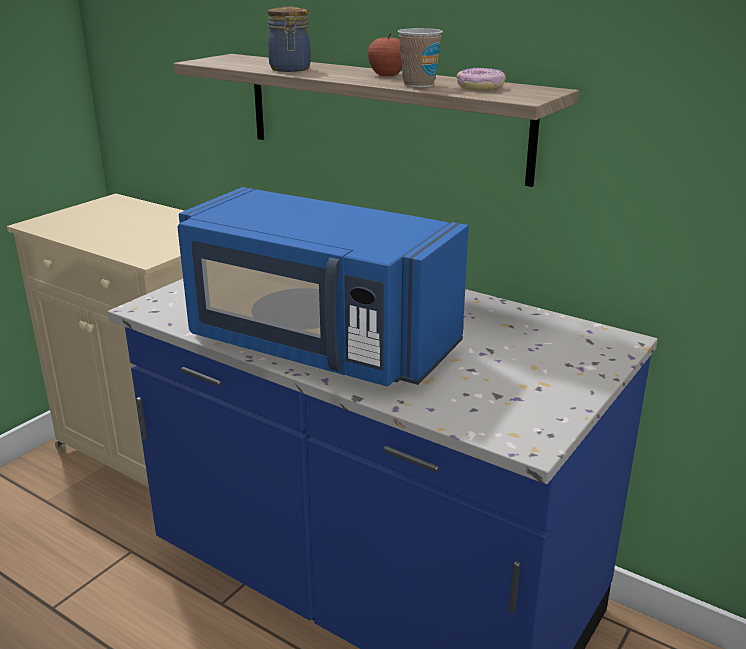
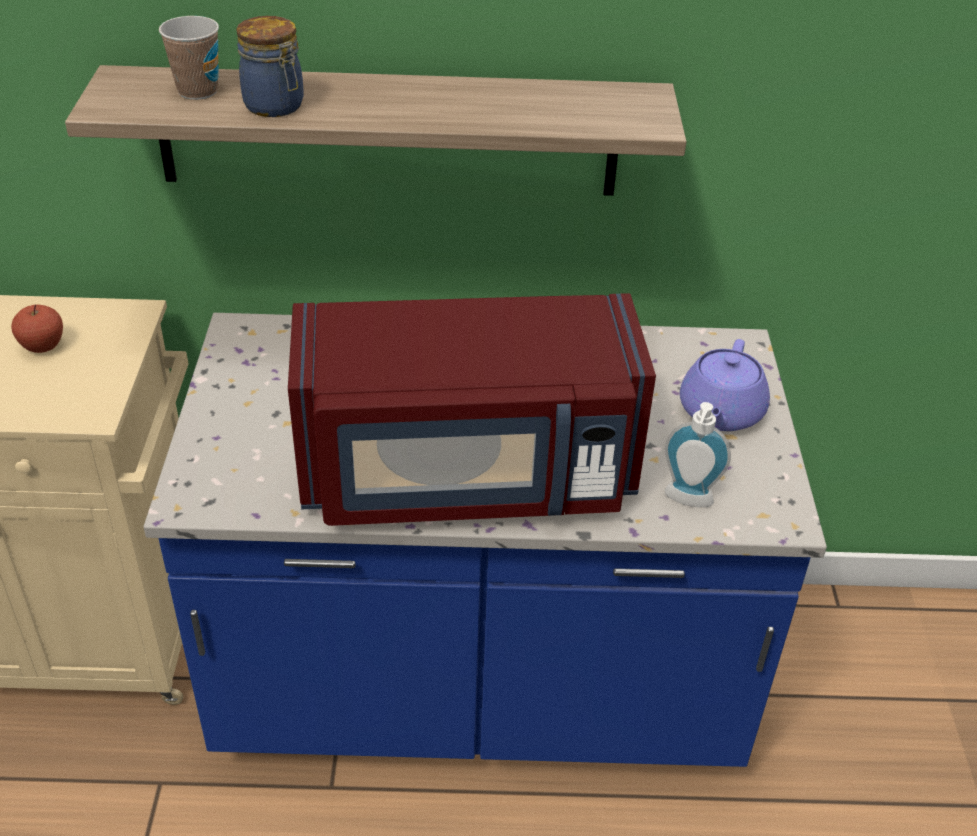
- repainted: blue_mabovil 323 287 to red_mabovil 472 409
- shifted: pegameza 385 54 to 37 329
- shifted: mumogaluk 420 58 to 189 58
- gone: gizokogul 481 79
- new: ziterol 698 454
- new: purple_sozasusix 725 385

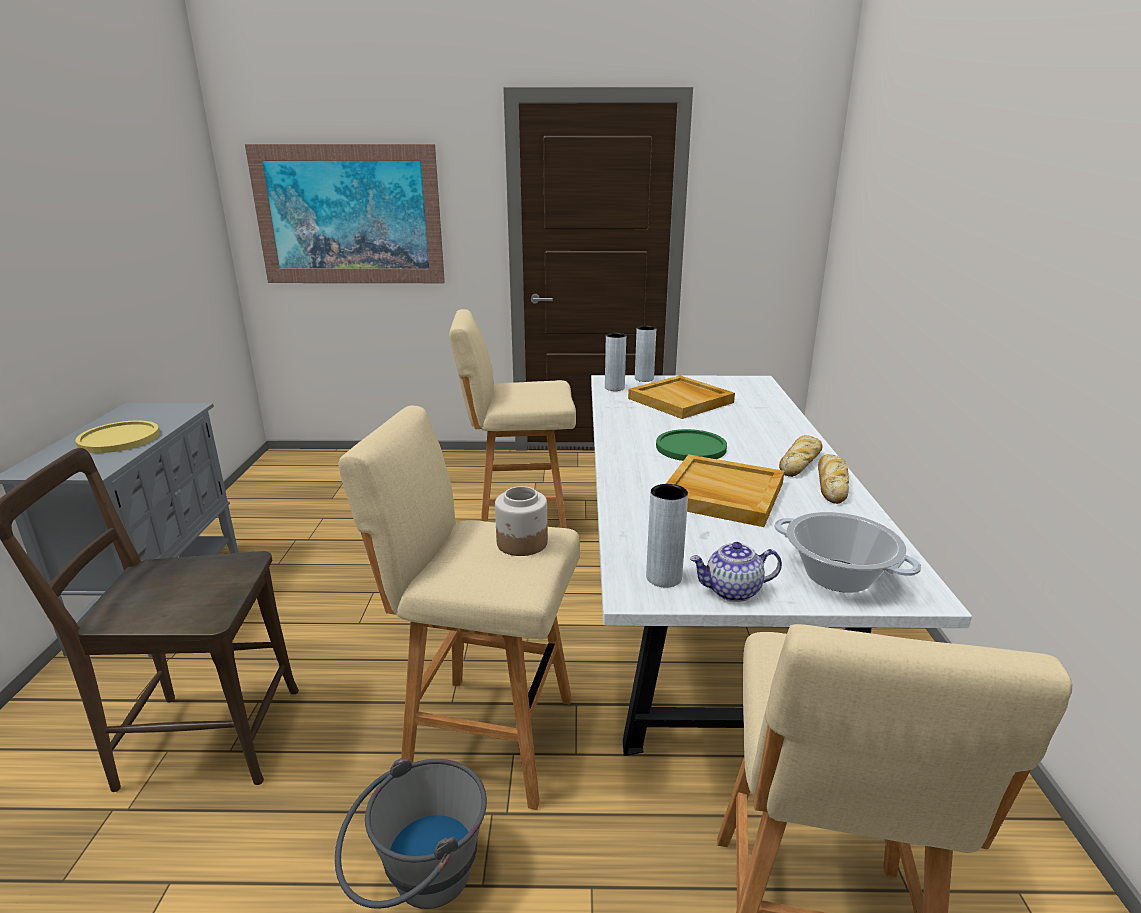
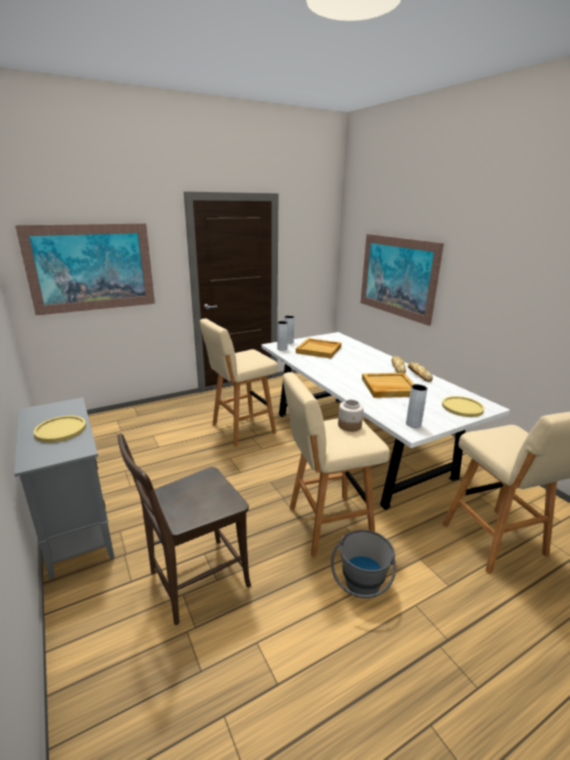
- gone: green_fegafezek 691 445
- gone: sozasusix 736 572
- swapped: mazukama 847 552 to yellow_fegafezek 463 406
- new: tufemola 402 280

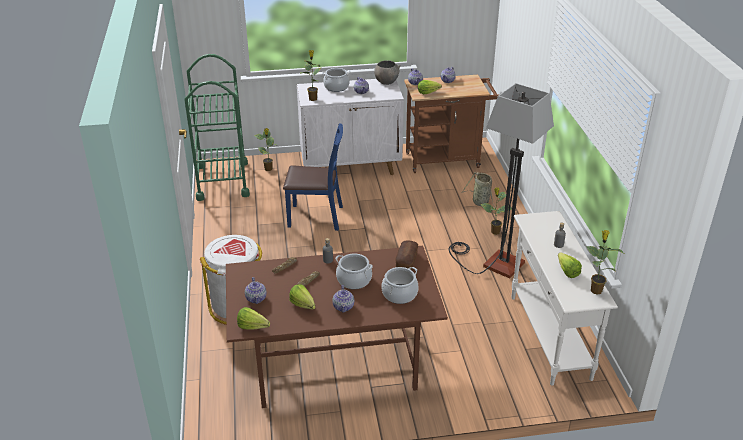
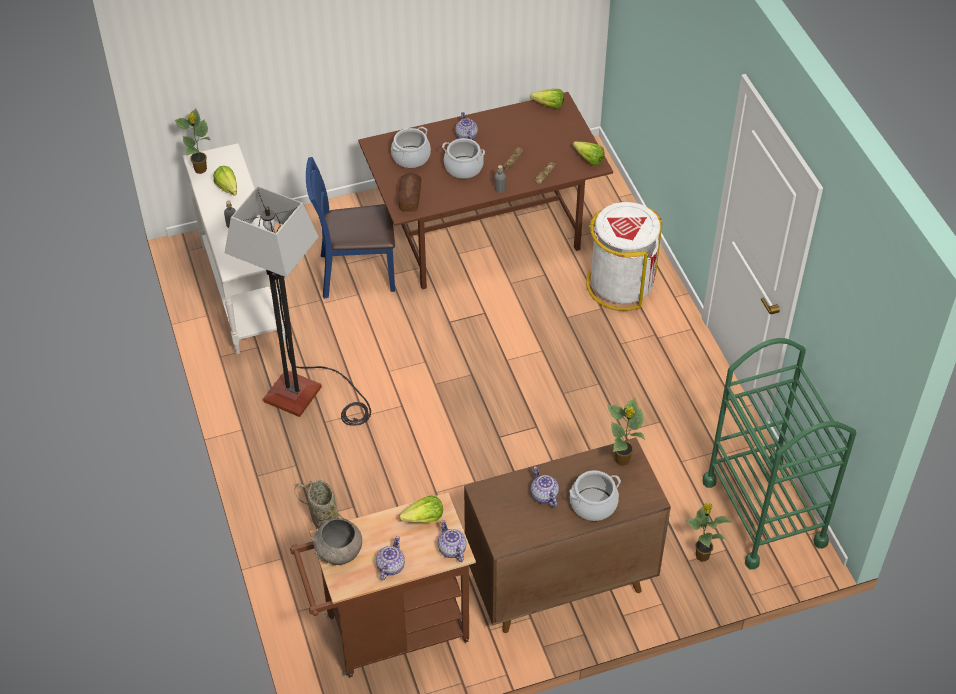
- gone: sozasusix 255 290
- shifted: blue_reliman 313 177 to 350 228
- shifted: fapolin 302 297 to 589 153
- repainted: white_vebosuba 350 127 to brown_vebosuba 567 535
- shifted: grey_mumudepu 387 73 to 336 541
- gone: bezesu 496 211

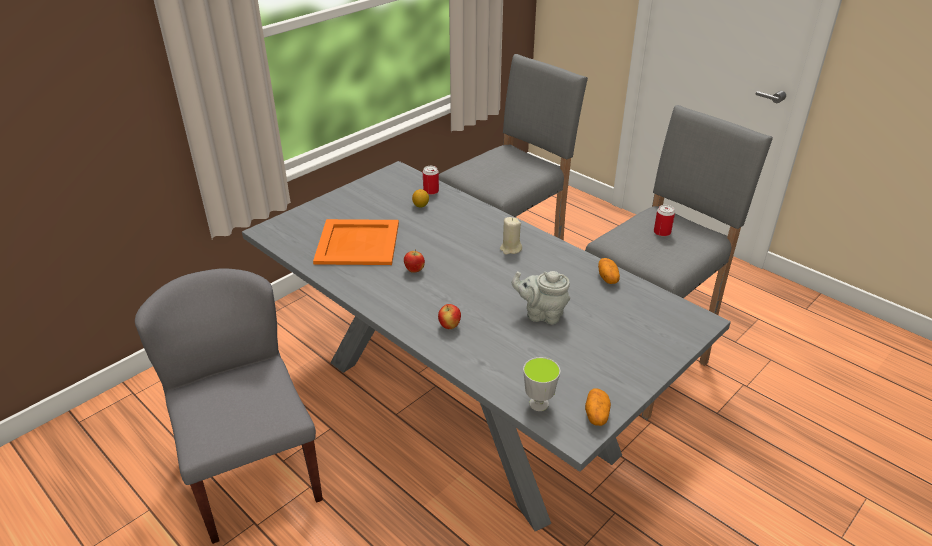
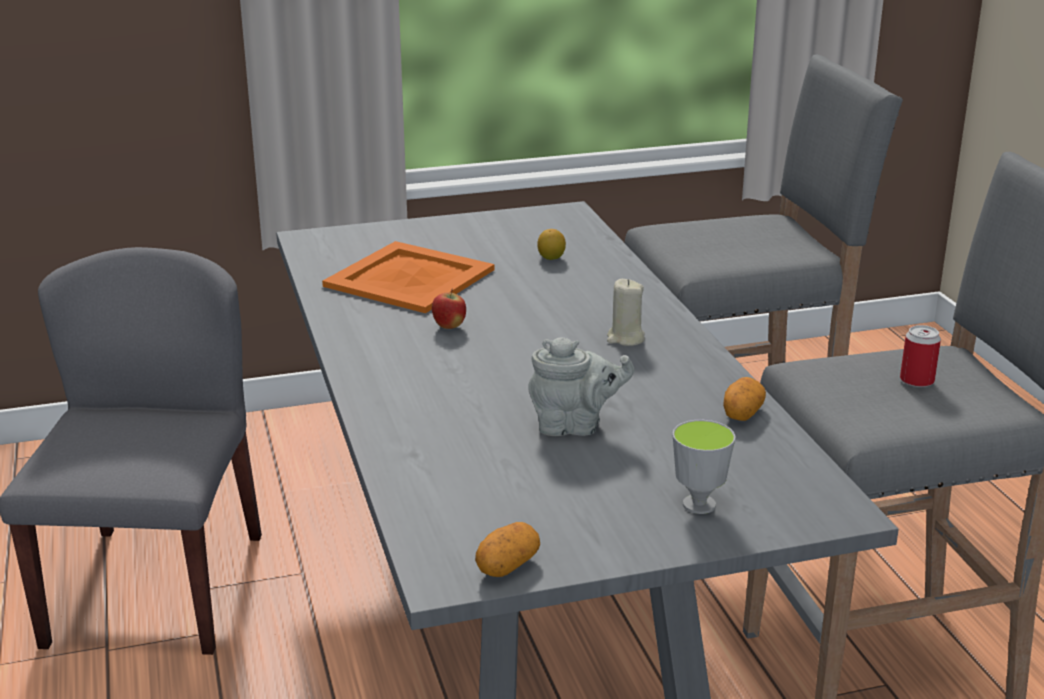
- gone: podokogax 431 180
- gone: pegameza 449 316
- rotated: grey_sozasusix 541 297 = 581 387 135 degrees clockwise
- shifted: mumogaluk 541 384 to 704 467

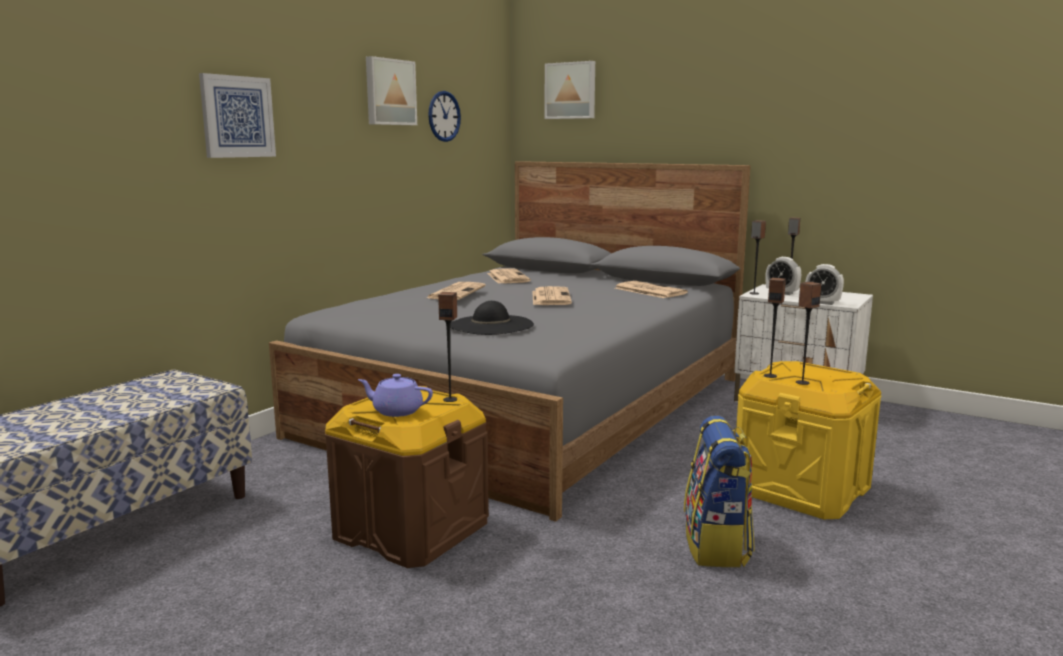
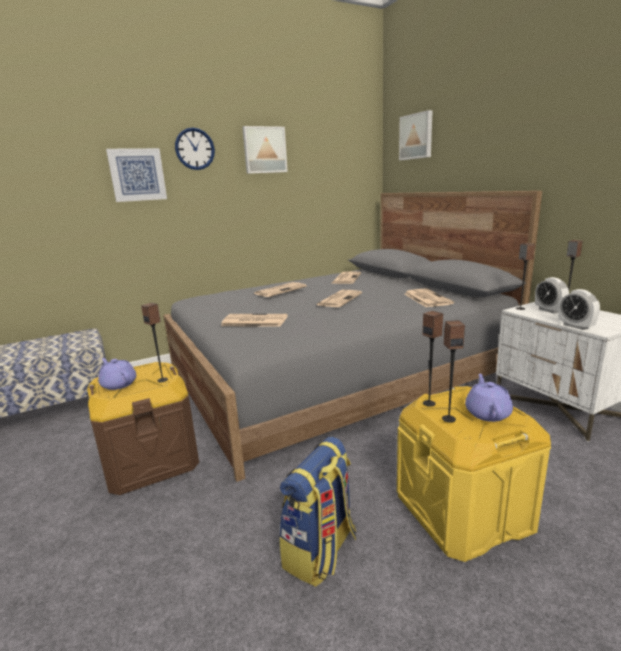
- shifted: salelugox 444 116 to 195 148
- swapped: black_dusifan 492 318 to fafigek 254 320
- new: purple_sozasusix 489 397

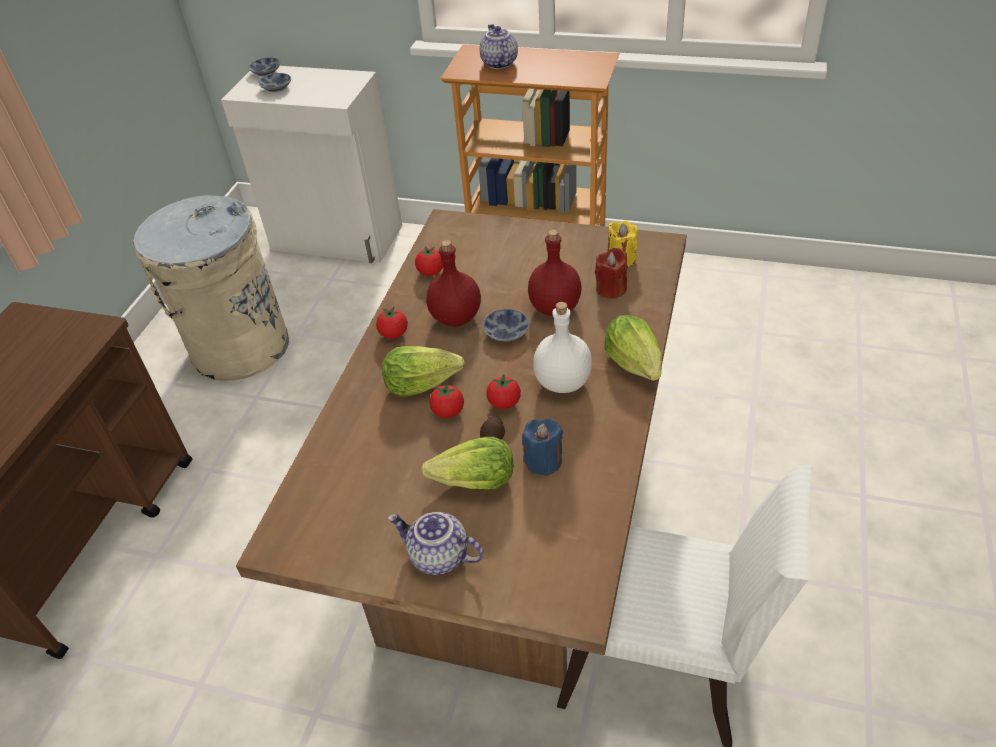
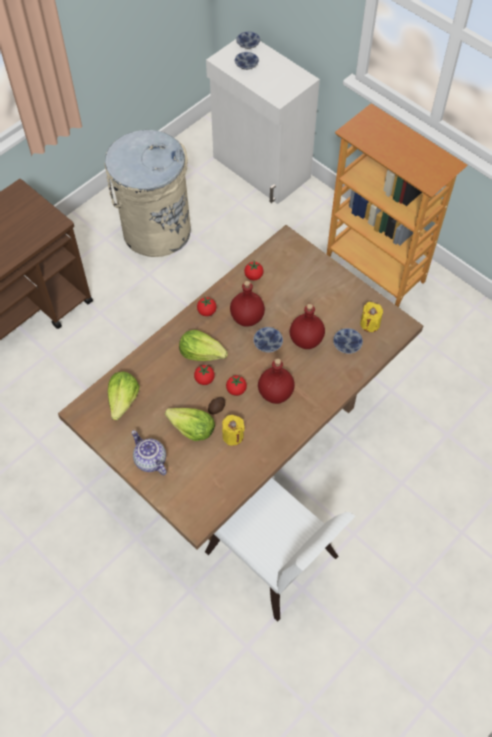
- gone: sozasusix 499 46
- repainted: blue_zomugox 542 447 to yellow_zomugox 233 430
- repainted: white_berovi 562 347 to red_berovi 276 381
- swapped: red_zomugox 611 273 to mumudepu 348 341
- shifted: fapolin 633 348 to 124 395

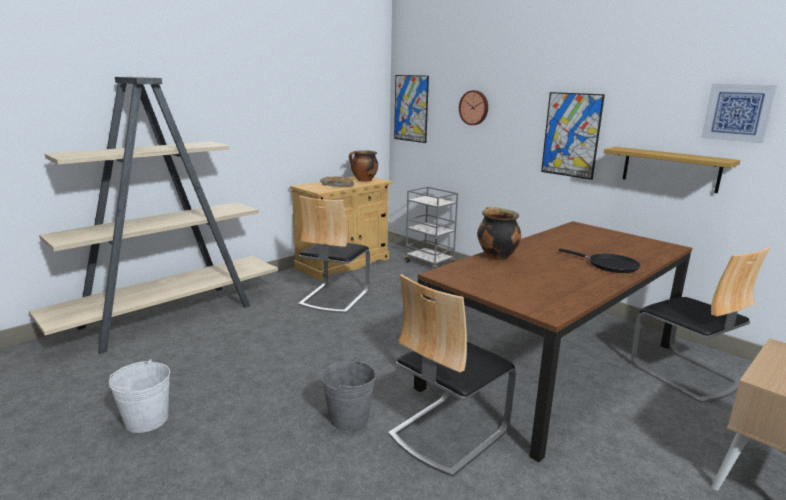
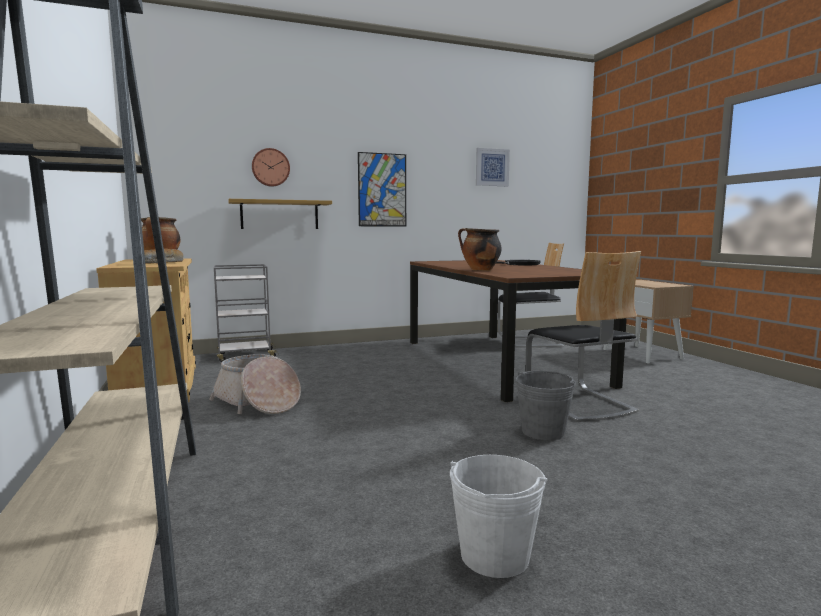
- swapped: reliman 334 254 to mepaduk 255 384
- gone: tufemola 411 109
- shifted: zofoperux 672 170 to 280 214

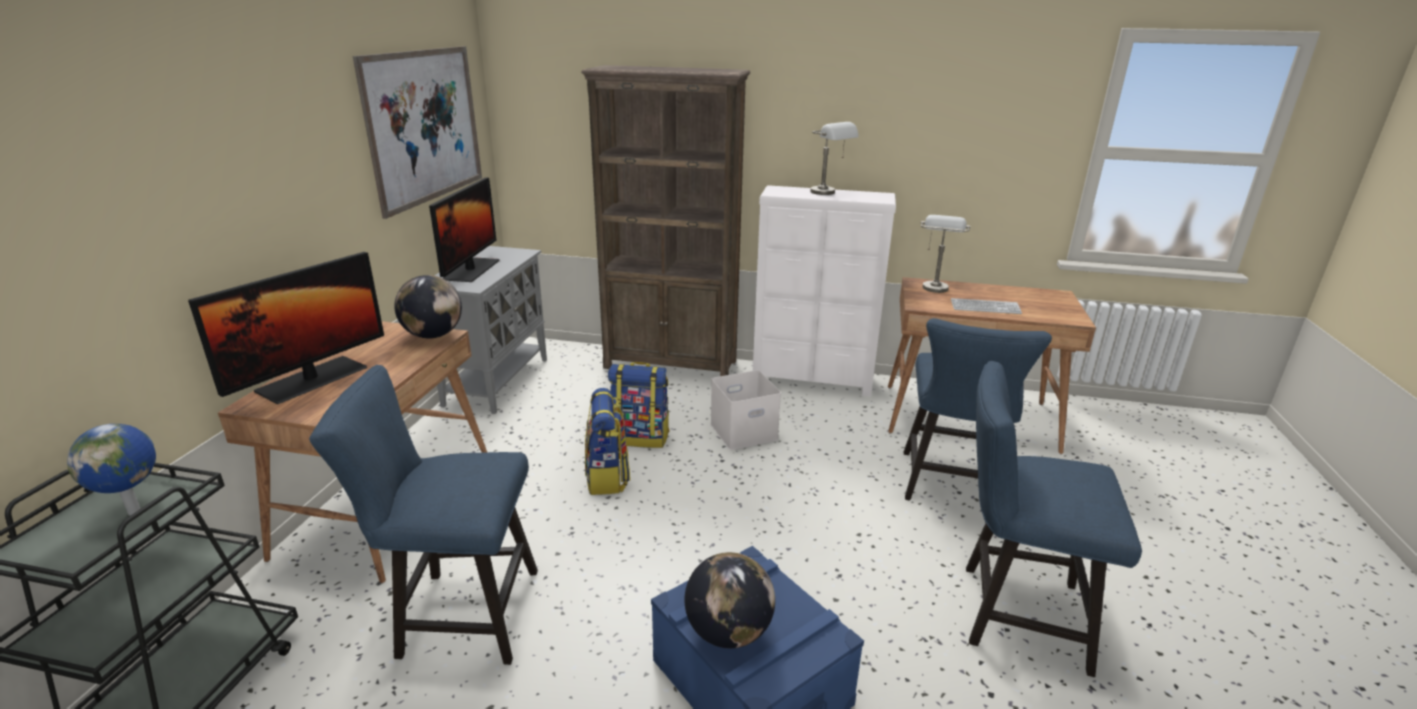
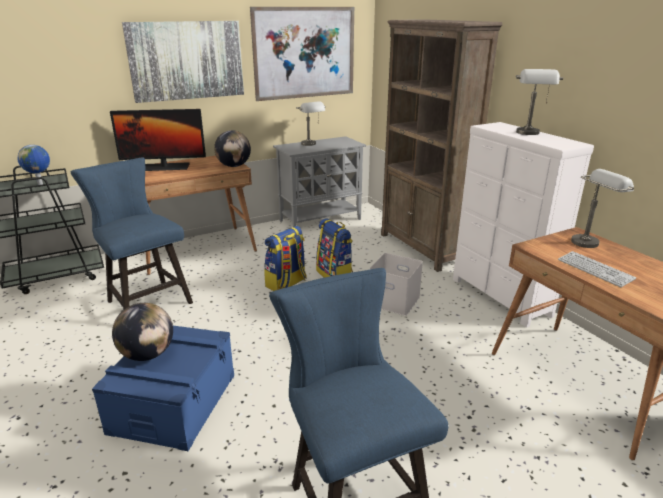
- swapped: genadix 464 230 to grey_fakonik 311 123
- gone: blue_reliman 978 409
- new: tufemola 183 62

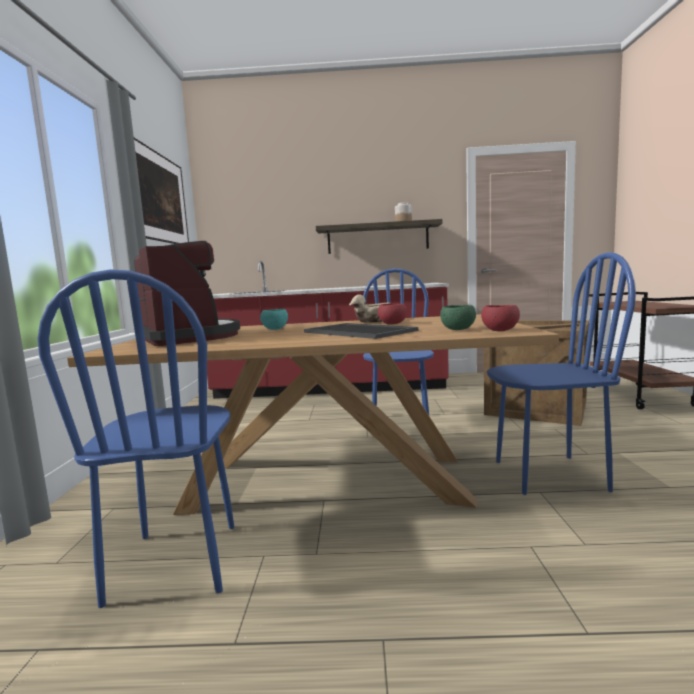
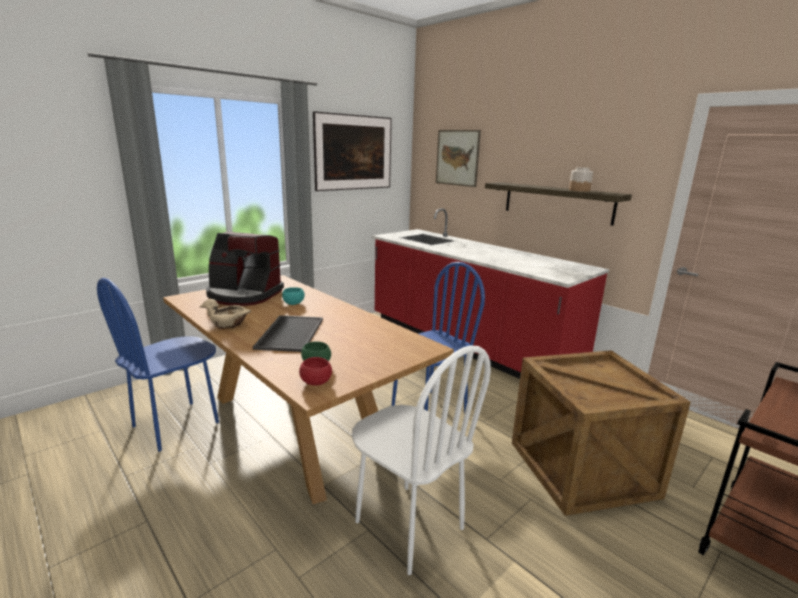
- rotated: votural 187 293 = 245 269 90 degrees clockwise
- shifted: beige_mumudepu 369 309 to 225 314
- gone: red_mumudepu 392 314
- repainted: blue_reliman 561 373 to white_reliman 421 460
- new: tufemola 458 158

